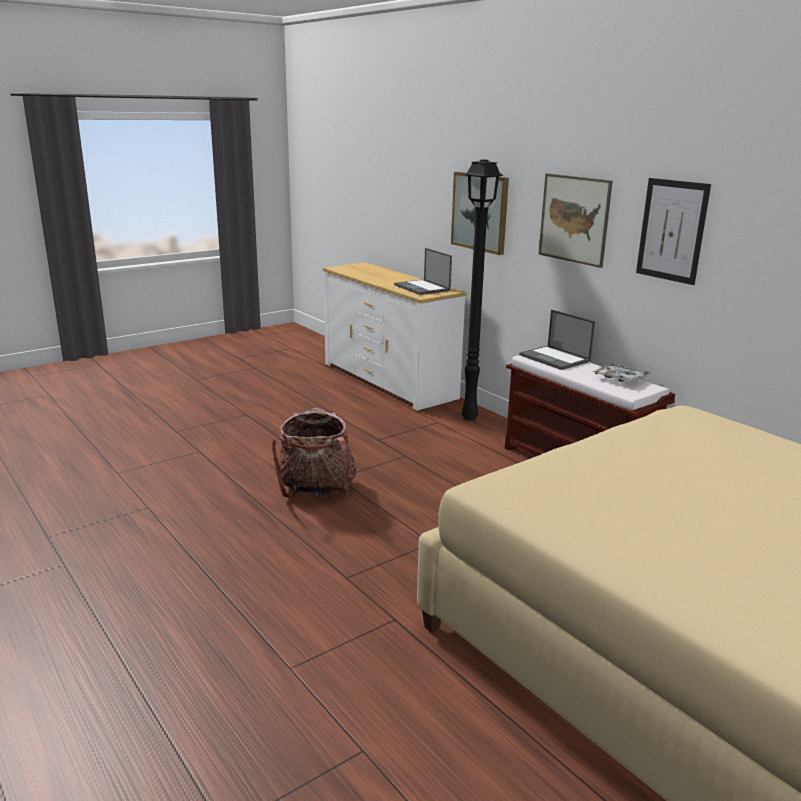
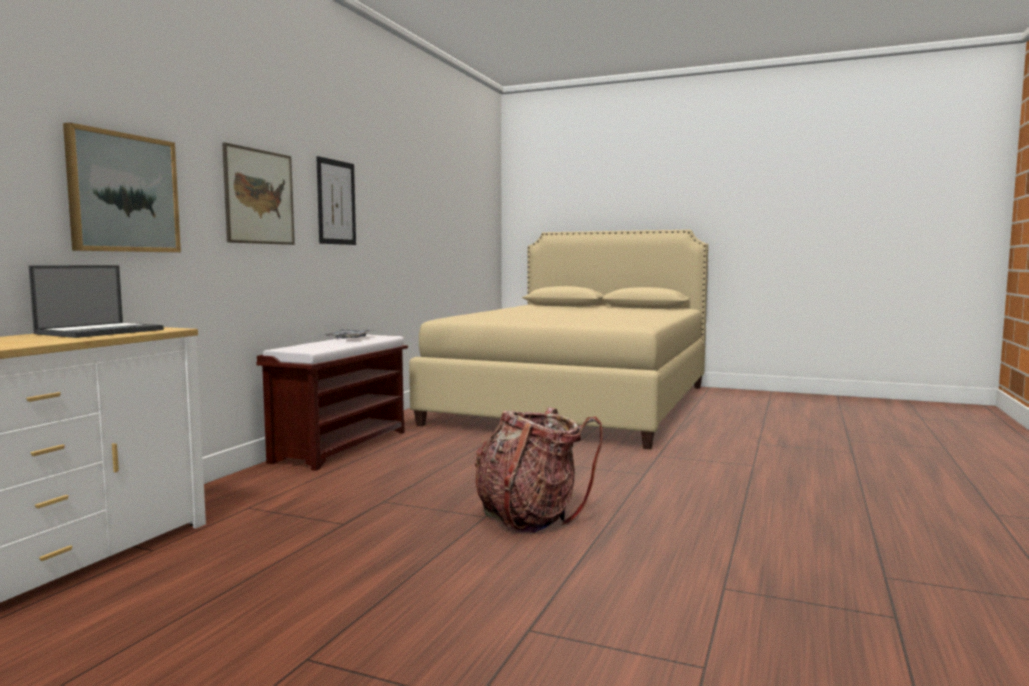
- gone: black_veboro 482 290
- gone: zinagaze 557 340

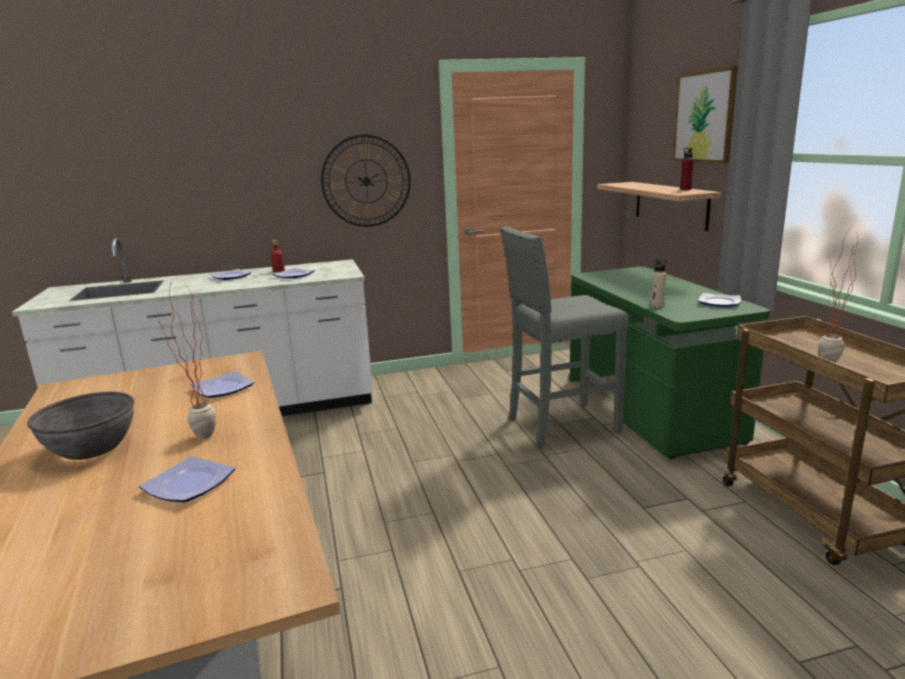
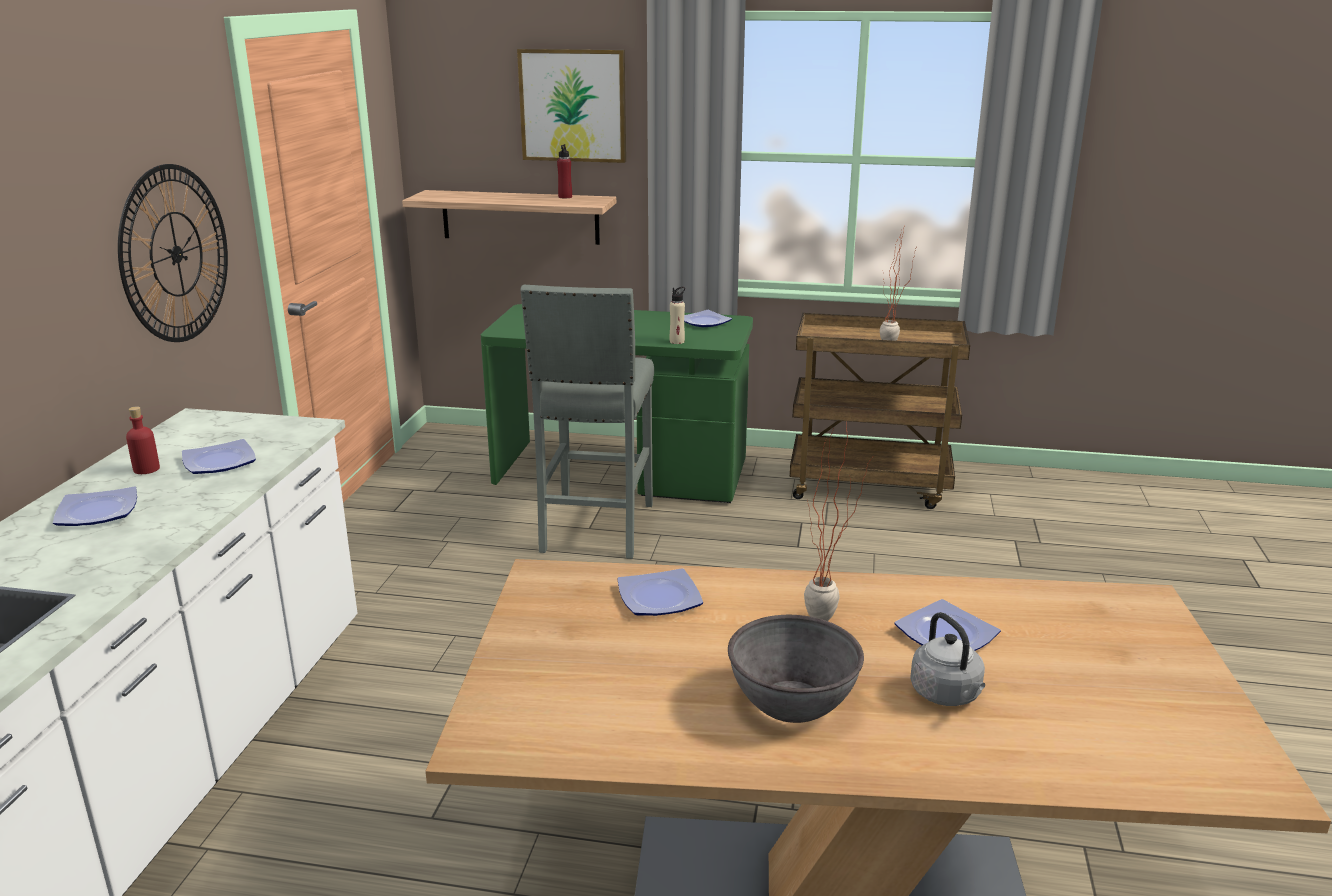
- new: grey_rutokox 947 659

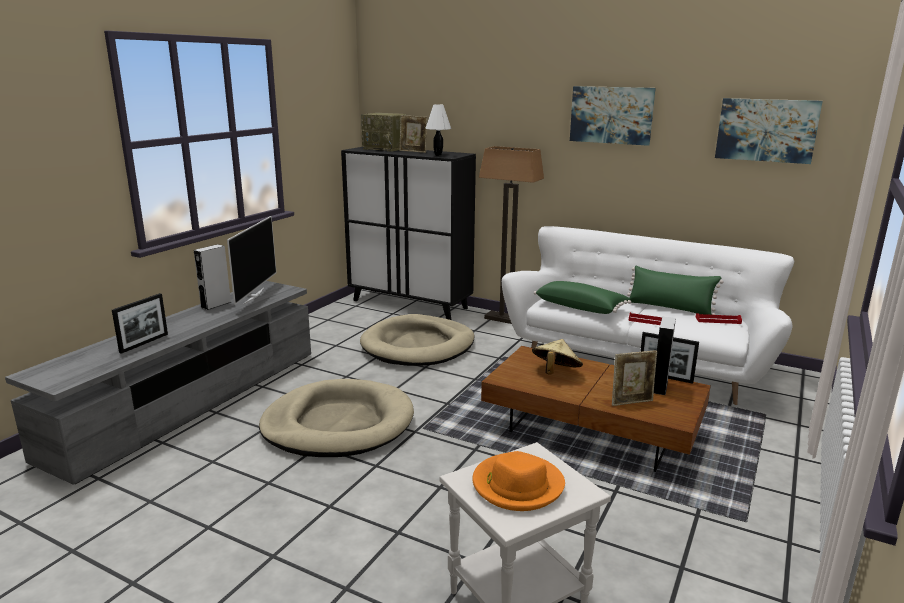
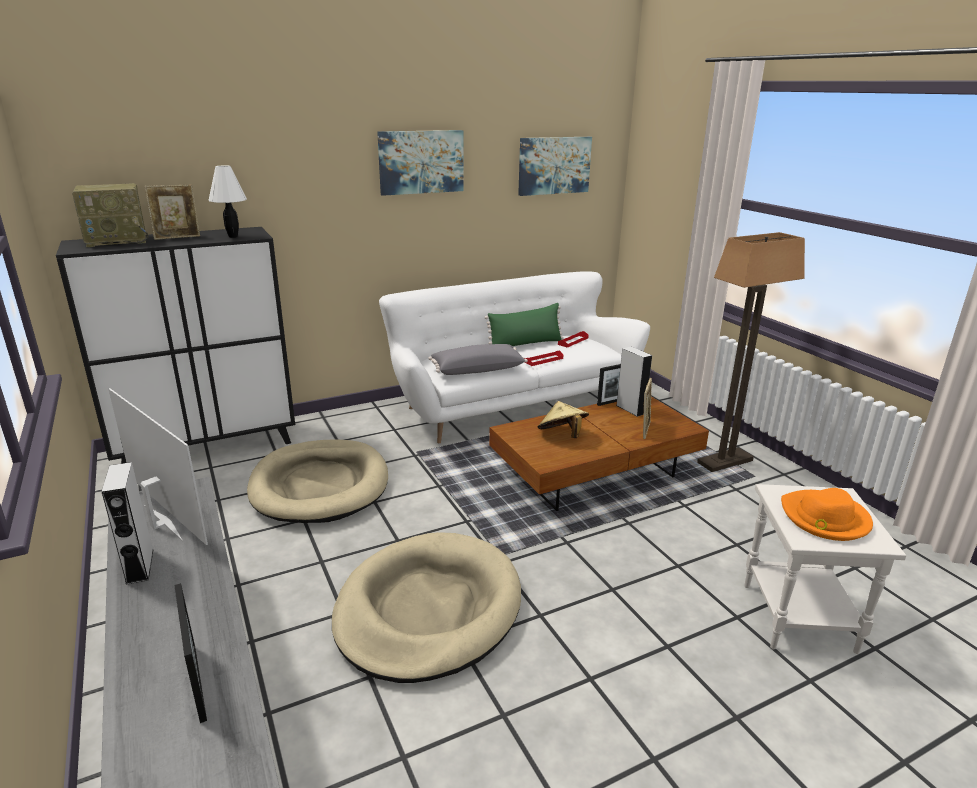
- shifted: veboro 511 235 to 751 352
- repainted: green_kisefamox 582 297 to grey_kisefamox 478 359

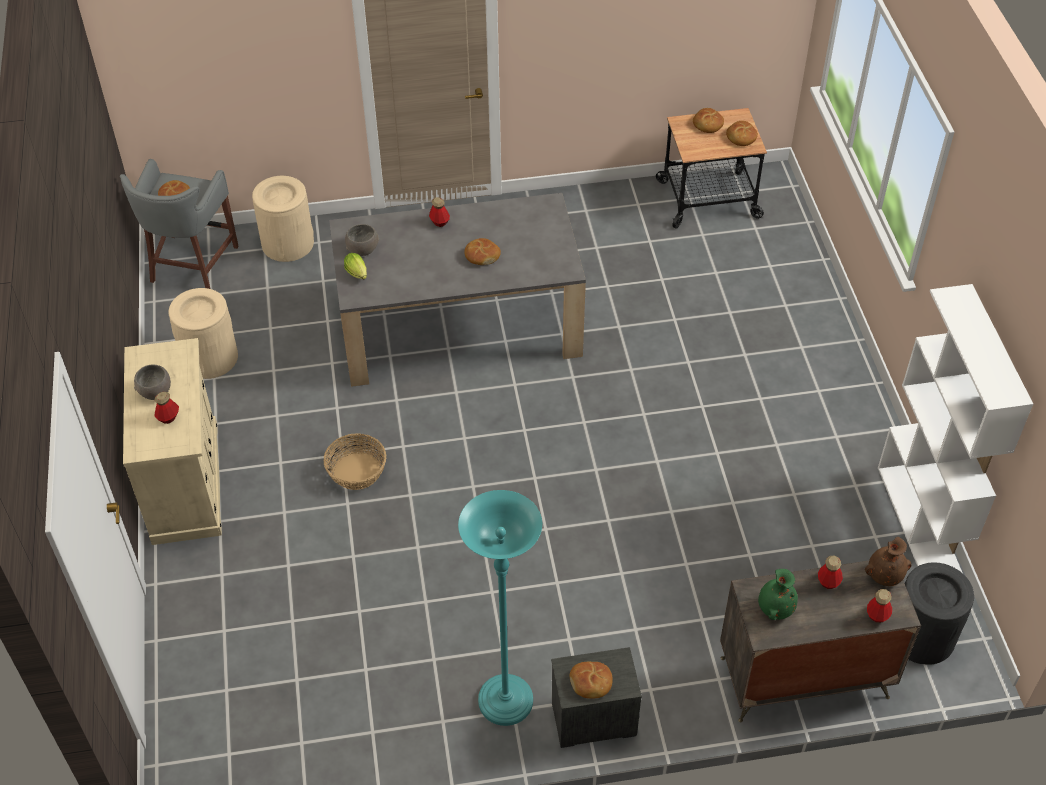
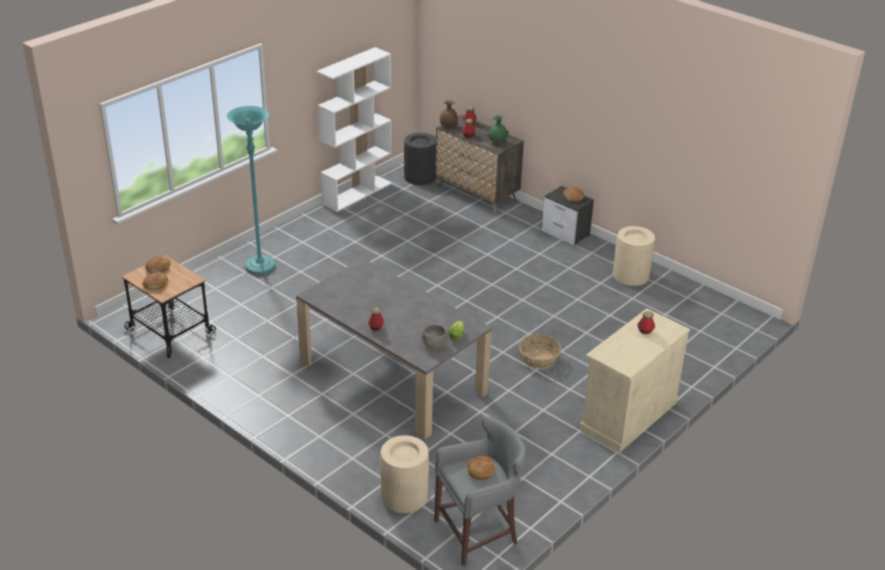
- gone: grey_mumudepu 152 382
- shifted: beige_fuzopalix 203 333 to 634 256
- shifted: turquoise_veboro 500 608 to 251 190
- gone: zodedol 482 251

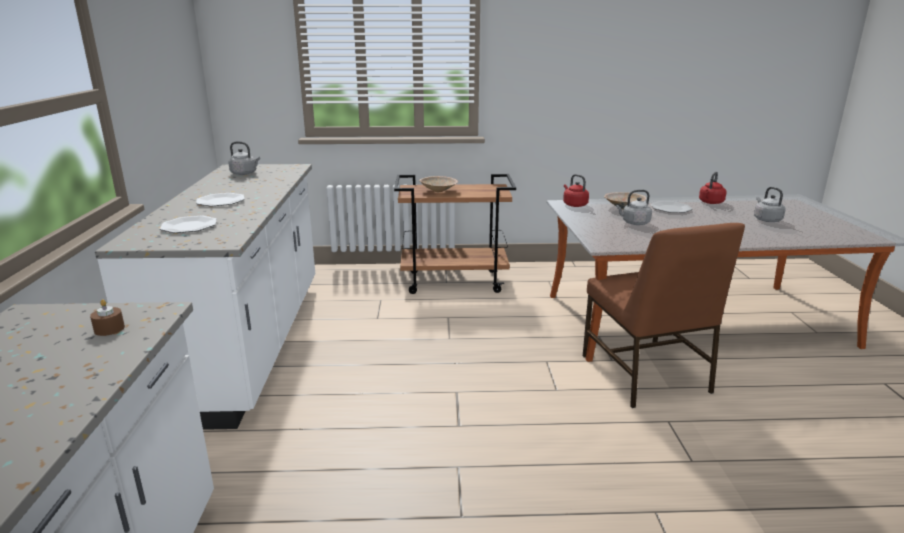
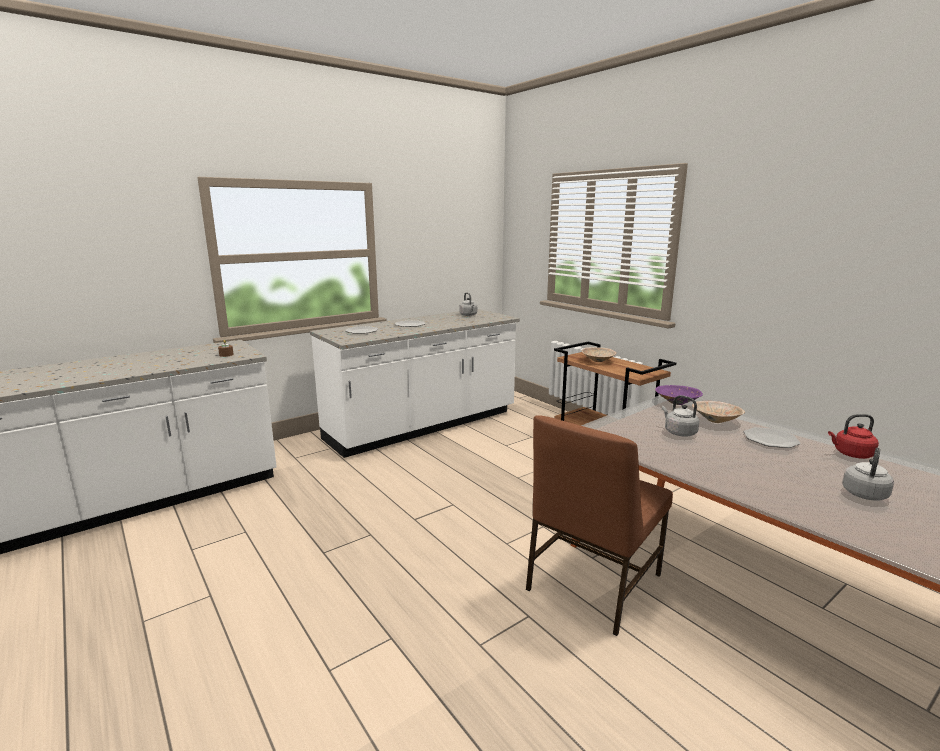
- swapped: red_rutokox 576 190 to purple_mumudepu 679 395

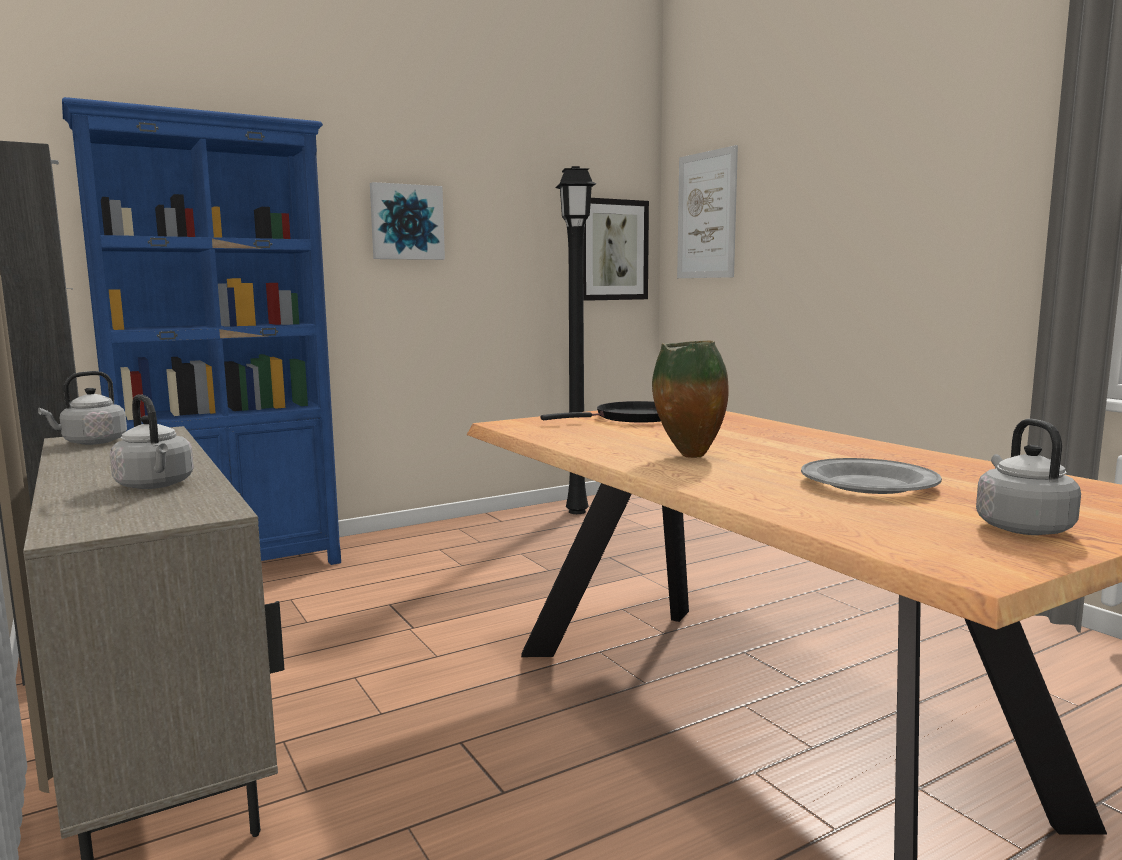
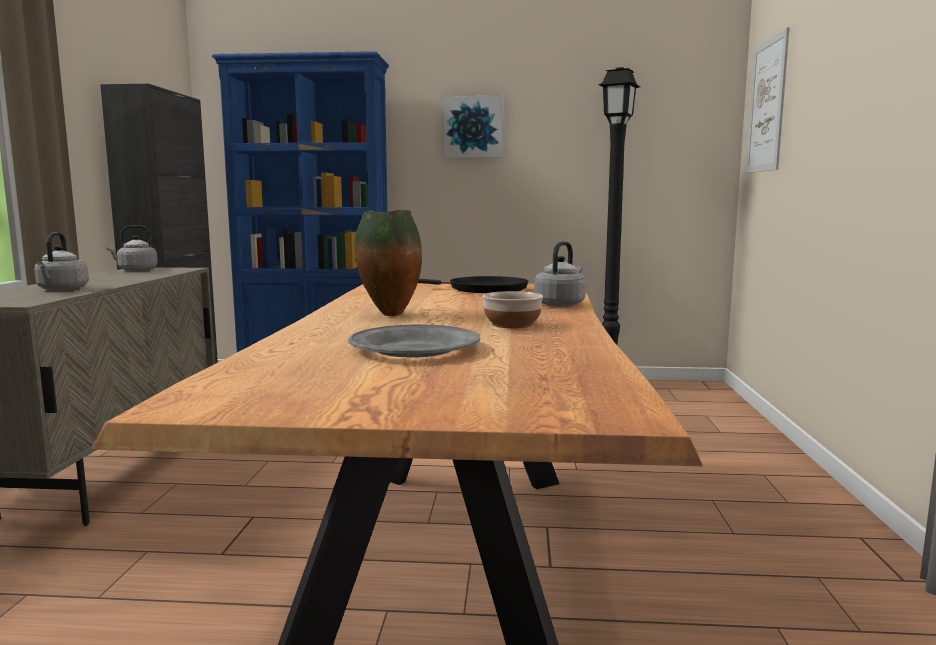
- gone: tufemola 616 249
- shifted: grey_rutokox 1028 477 to 560 274
- new: mumudepu 512 310

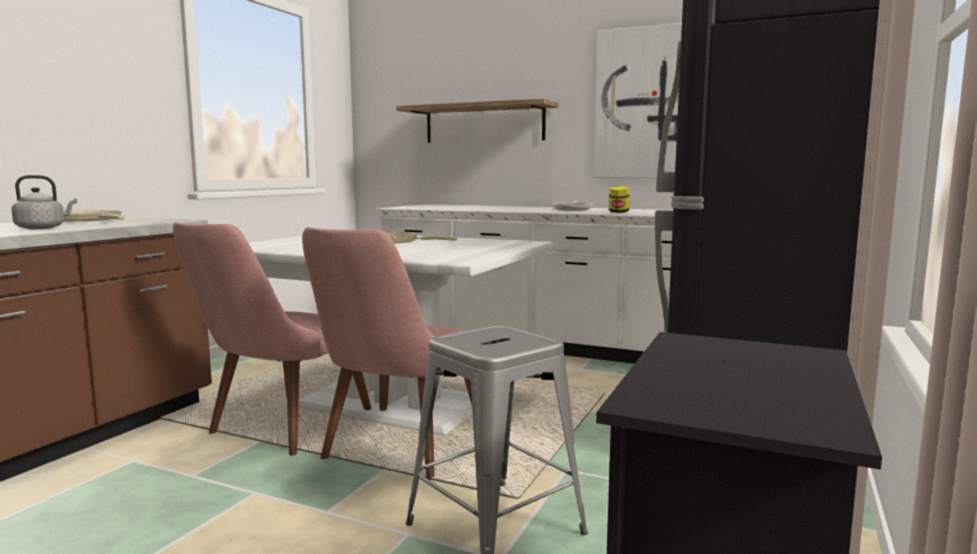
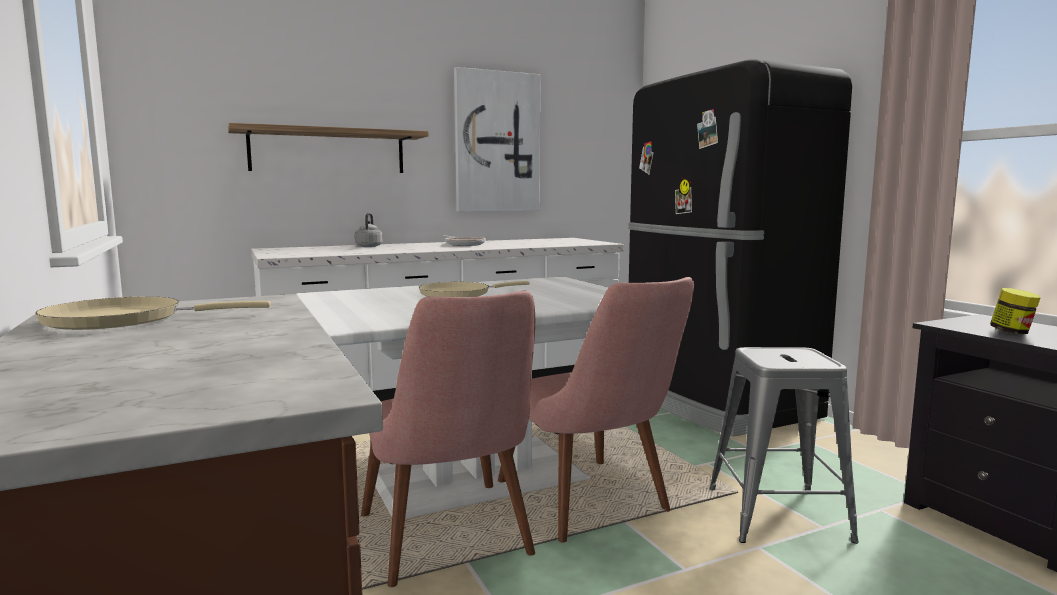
- shifted: grey_rutokox 44 202 to 369 230
- shifted: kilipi 619 199 to 1015 311

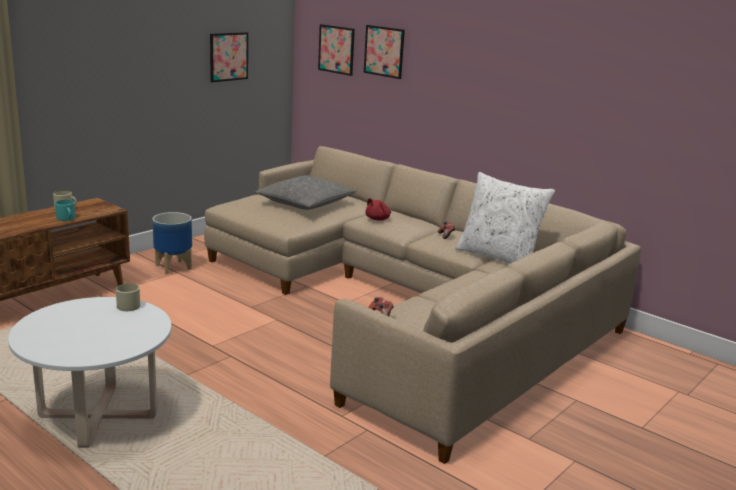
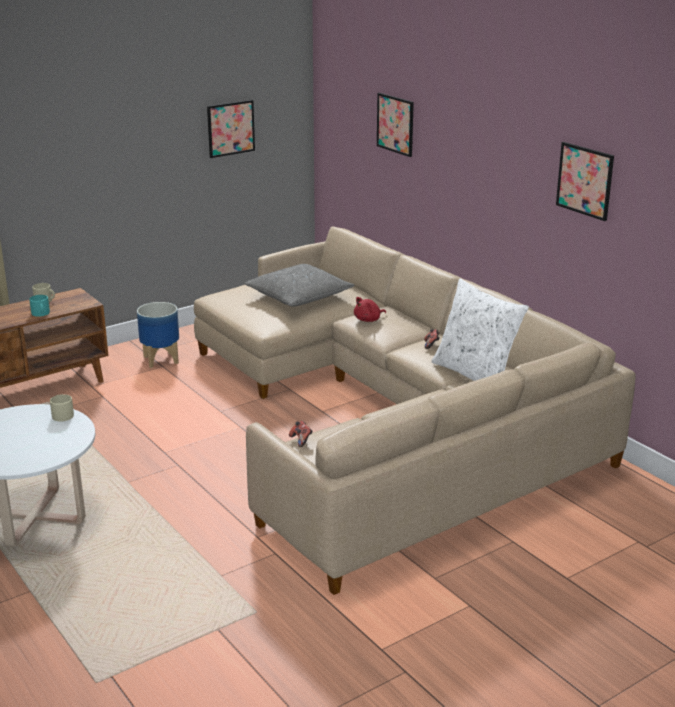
- shifted: tufemola 336 50 to 585 181

